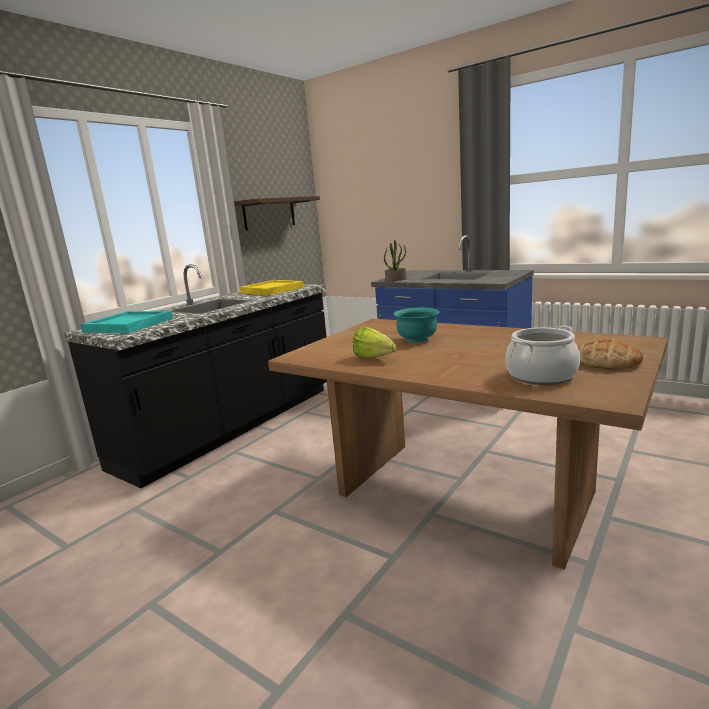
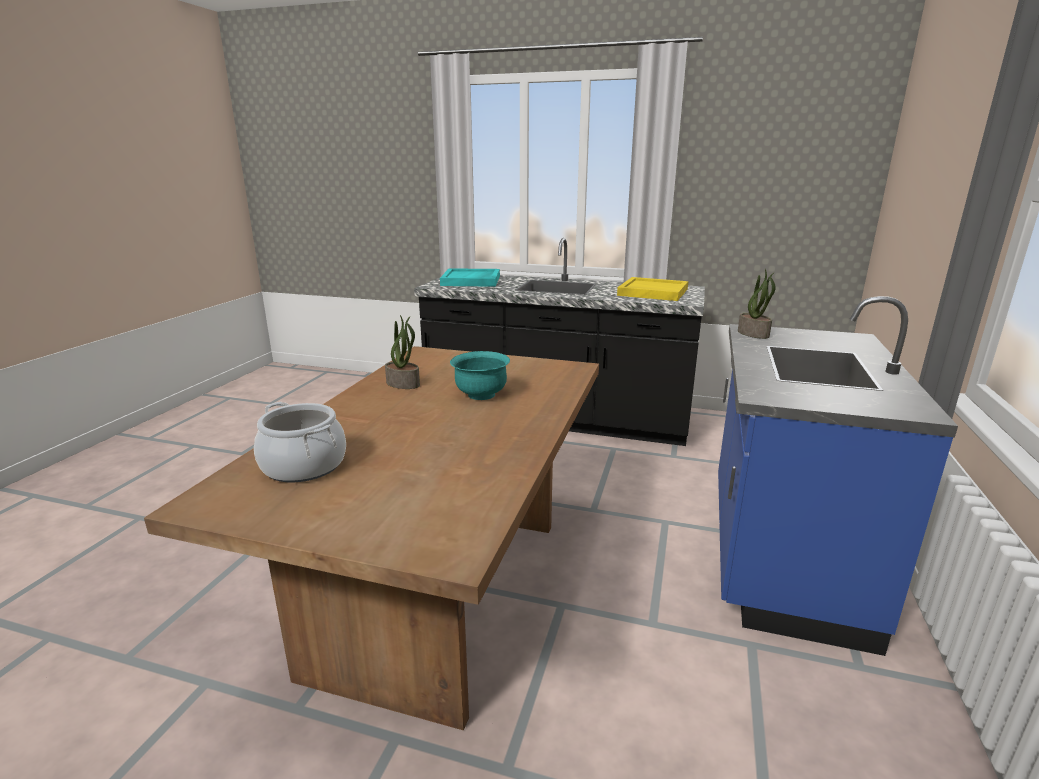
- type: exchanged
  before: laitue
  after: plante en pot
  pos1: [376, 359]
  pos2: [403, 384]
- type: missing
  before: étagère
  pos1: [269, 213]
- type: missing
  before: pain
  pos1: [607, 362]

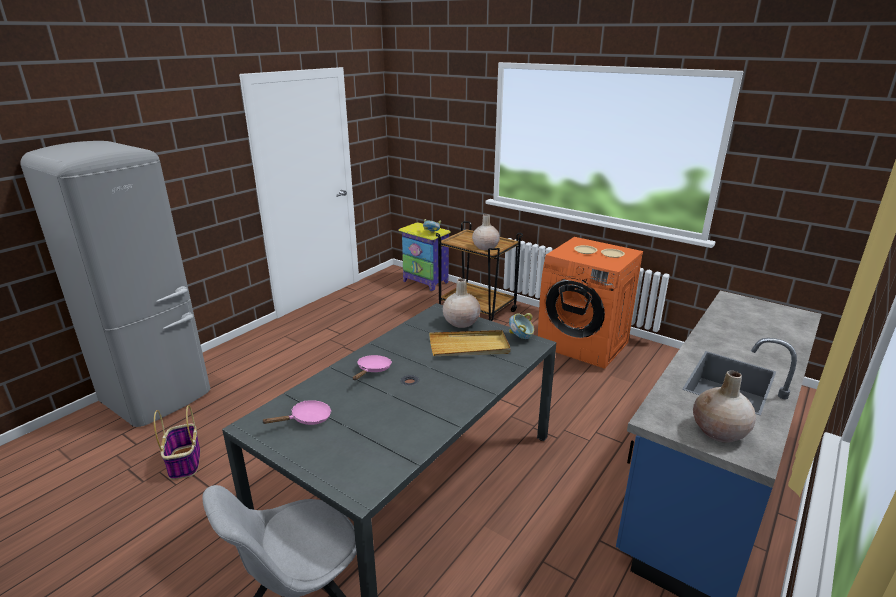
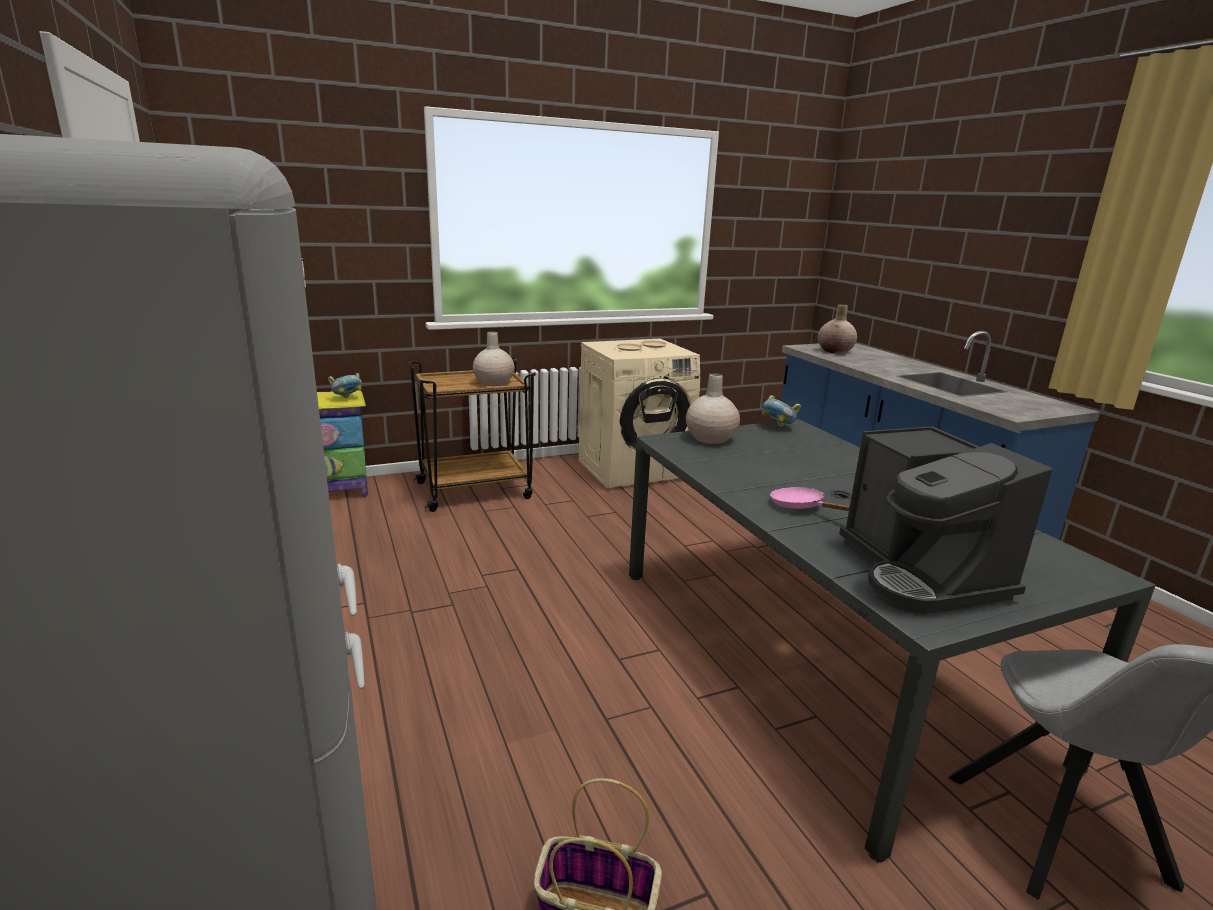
- type: colour
  before: lave-linge (orange)
  after: lave-linge (beige)
  pos1: [583, 346]
  pos2: [633, 471]
- type: relocated
  before: vase (beige)
  pos1: [719, 432]
  pos2: [835, 351]
- type: exchanged
  before: poêle (rose)
  after: machine à café
  pos1: [307, 419]
  pos2: [920, 574]
- type: missing
  before: plateau (beige)
  pos1: [469, 347]

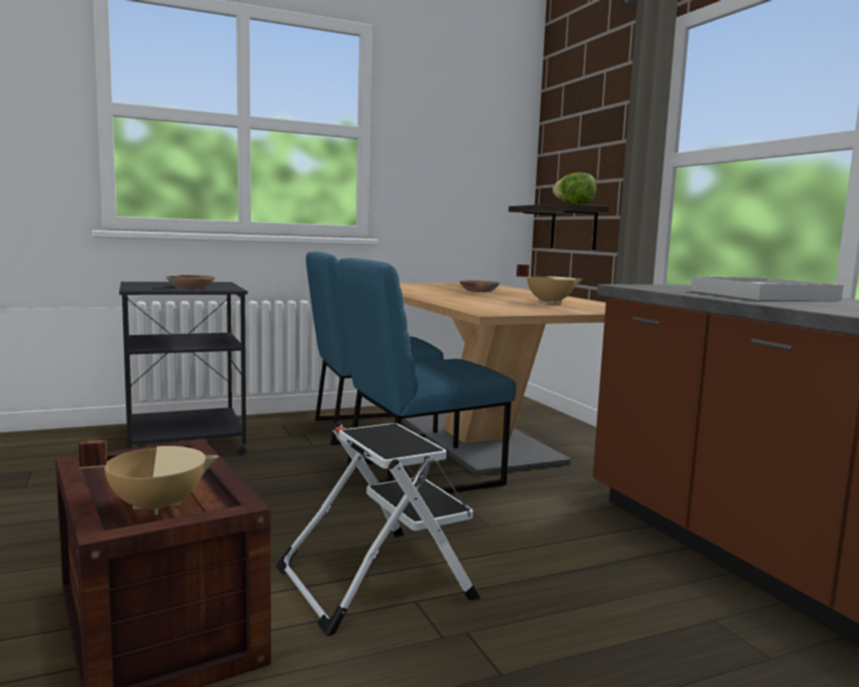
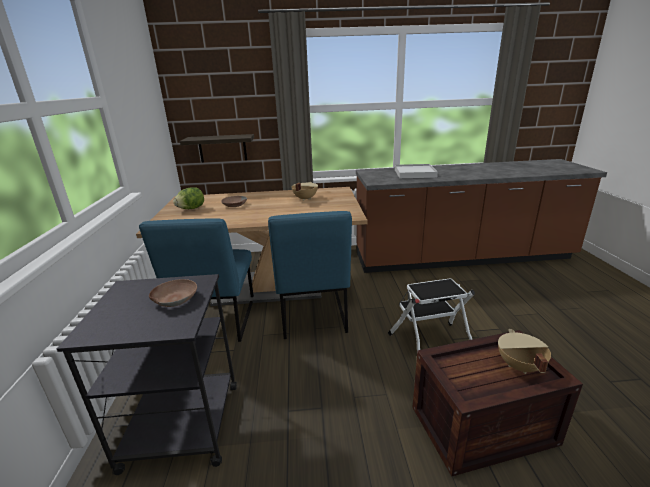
- type: relocated
  before: laitue
  pos1: [574, 204]
  pos2: [191, 209]

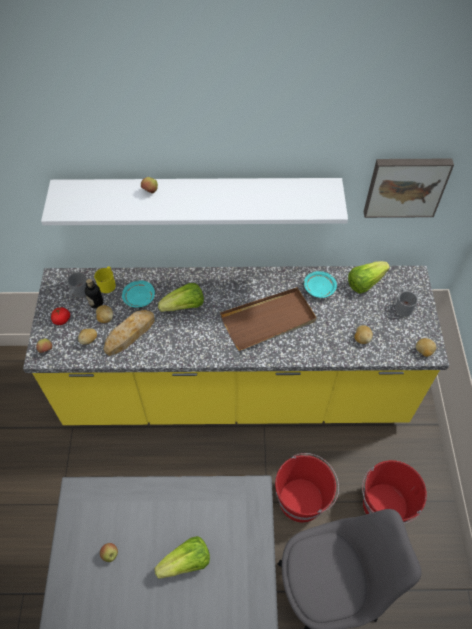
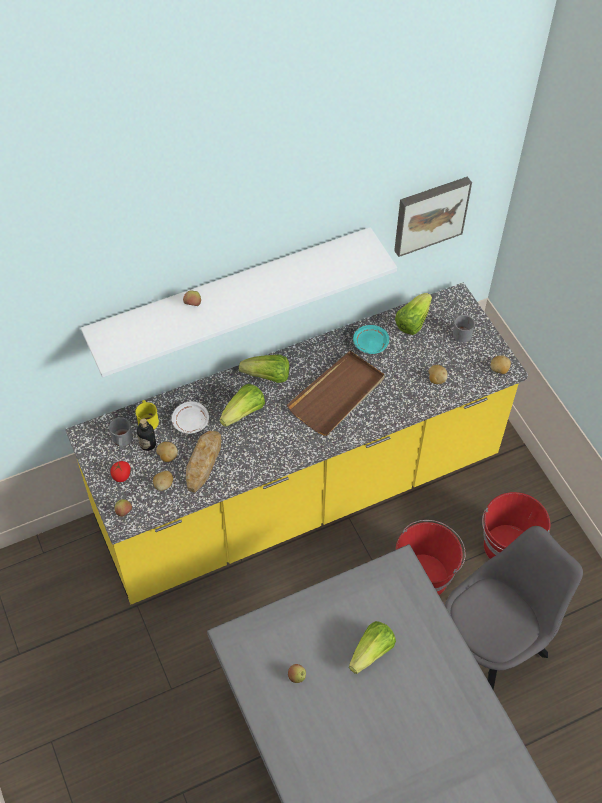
- type: colour
  before: assiette (turquoise)
  after: assiette (blanc)
  pos1: [139, 298]
  pos2: [190, 422]
- type: appeared
  after: laitue
  pos2: [267, 376]

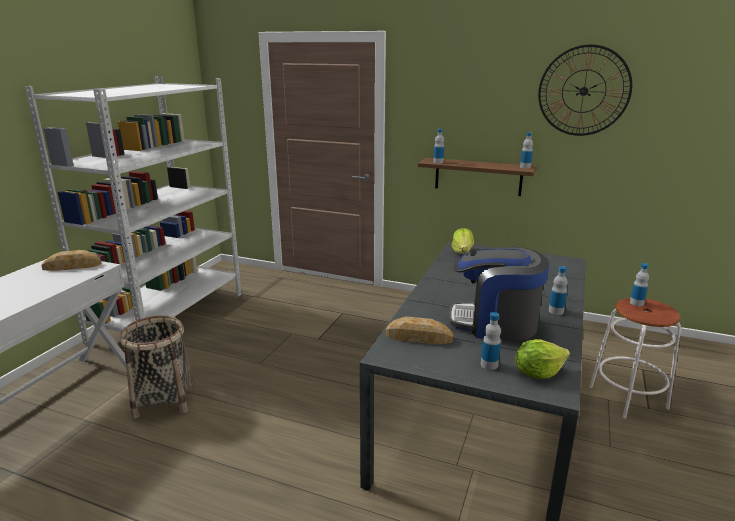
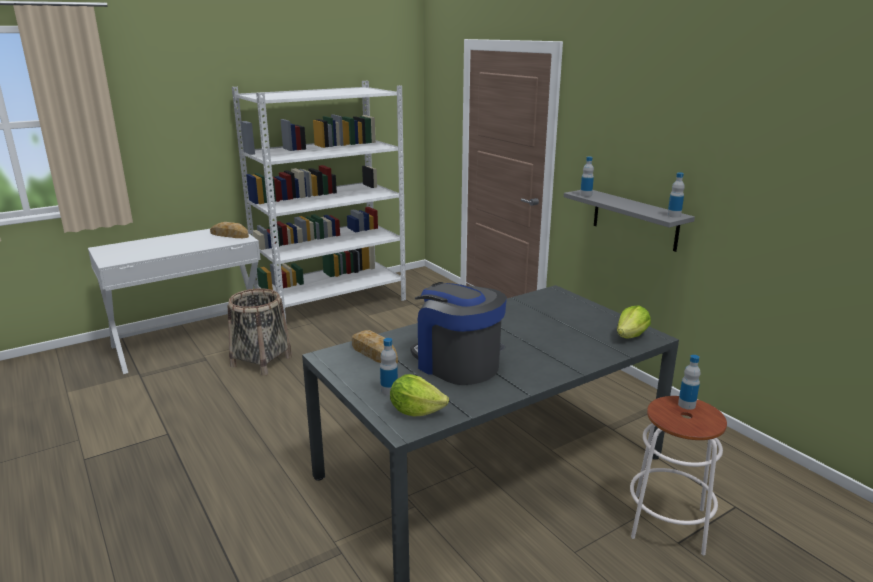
- type: colour
  before: étagère (marron)
  after: étagère (gris)
  pos1: [478, 176]
  pos2: [635, 219]
- type: relocated
  before: laitue
  pos1: [462, 252]
  pos2: [631, 336]
- type: missing
  before: horloge murale
  pos1: [583, 91]
- type: missing
  before: bouteille
  pos1: [556, 311]

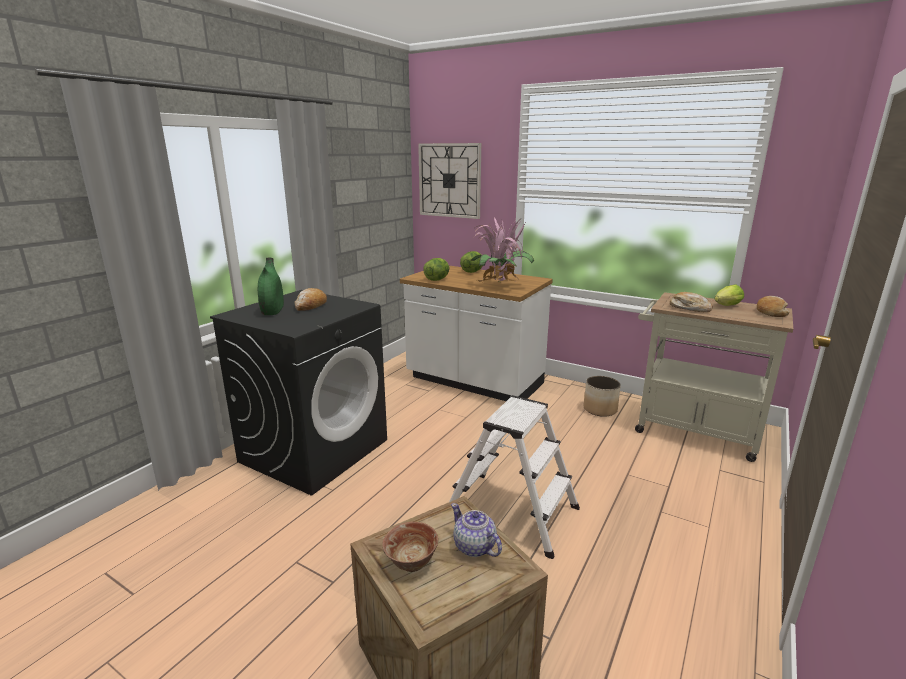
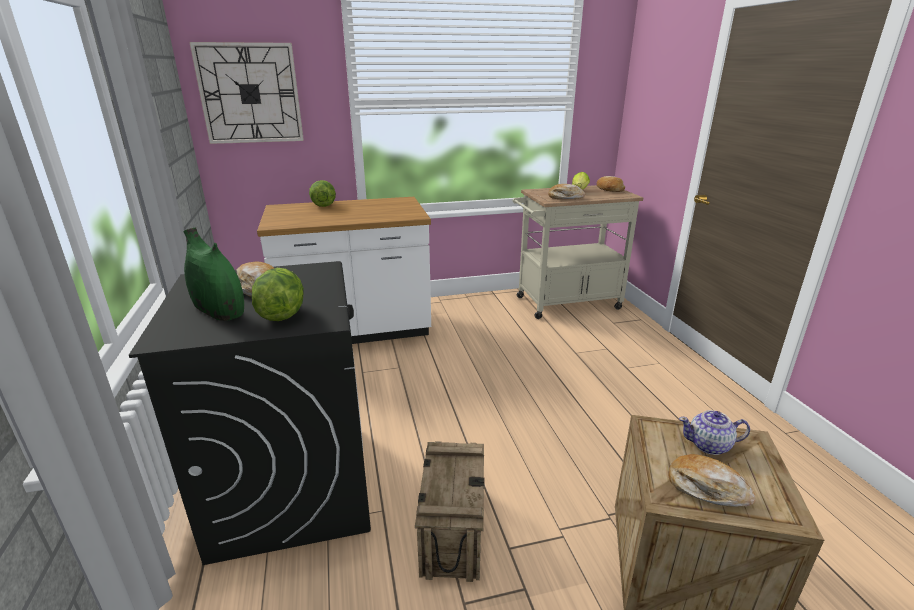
- type: relocated
  before: laitue
  pos1: [437, 279]
  pos2: [281, 314]
- type: appeared
  after: caisse
  pos2: [452, 528]
- type: exchanged
  before: bol
  after: pain
  pos1: [411, 563]
  pos2: [706, 488]
- type: missing
  before: escabeau (blanc)
  pos1: [511, 512]
- type: missing
  before: plante en pot
  pos1: [500, 287]
- type: missing
  before: cache-pot
  pos1: [600, 409]

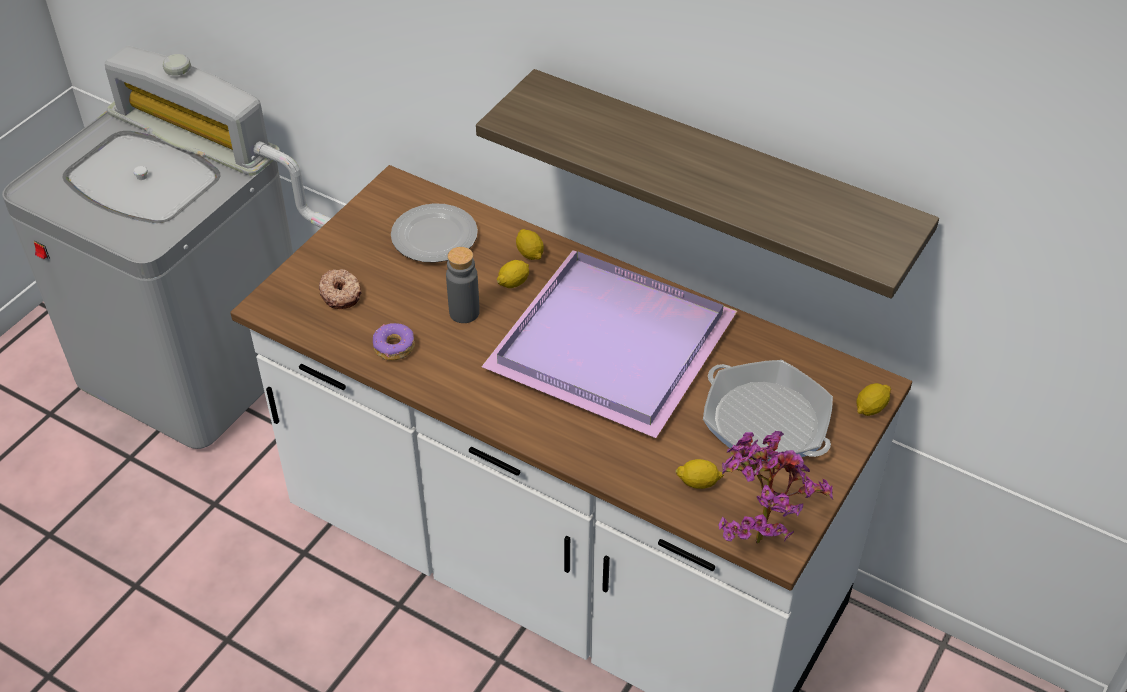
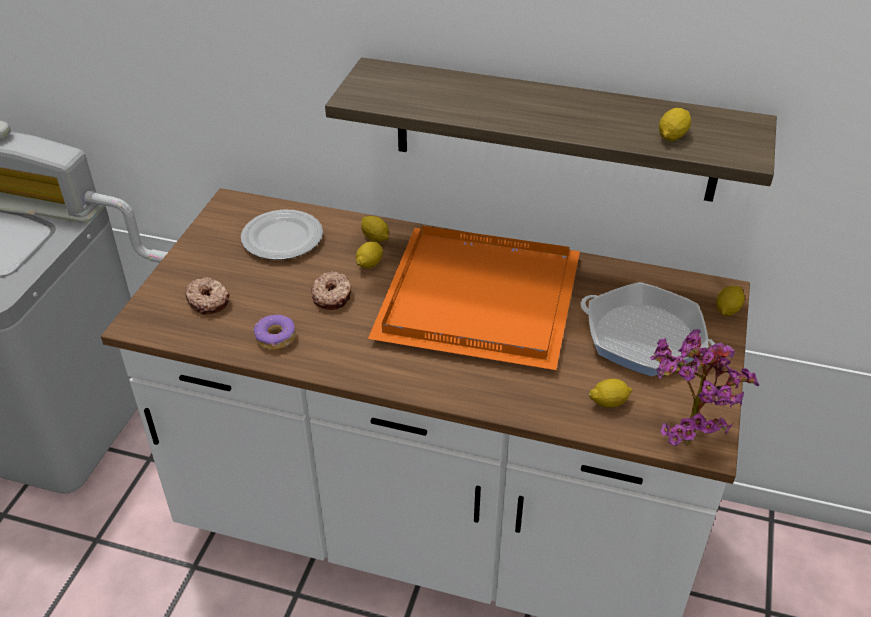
- type: exchanged
  before: bouteille (gris)
  after: beignet
  pos1: [464, 312]
  pos2: [332, 296]
- type: colour
  before: plateau (violet)
  after: plateau (orange)
  pos1: [616, 343]
  pos2: [483, 297]
- type: appeared
  after: citron
  pos2: [672, 136]

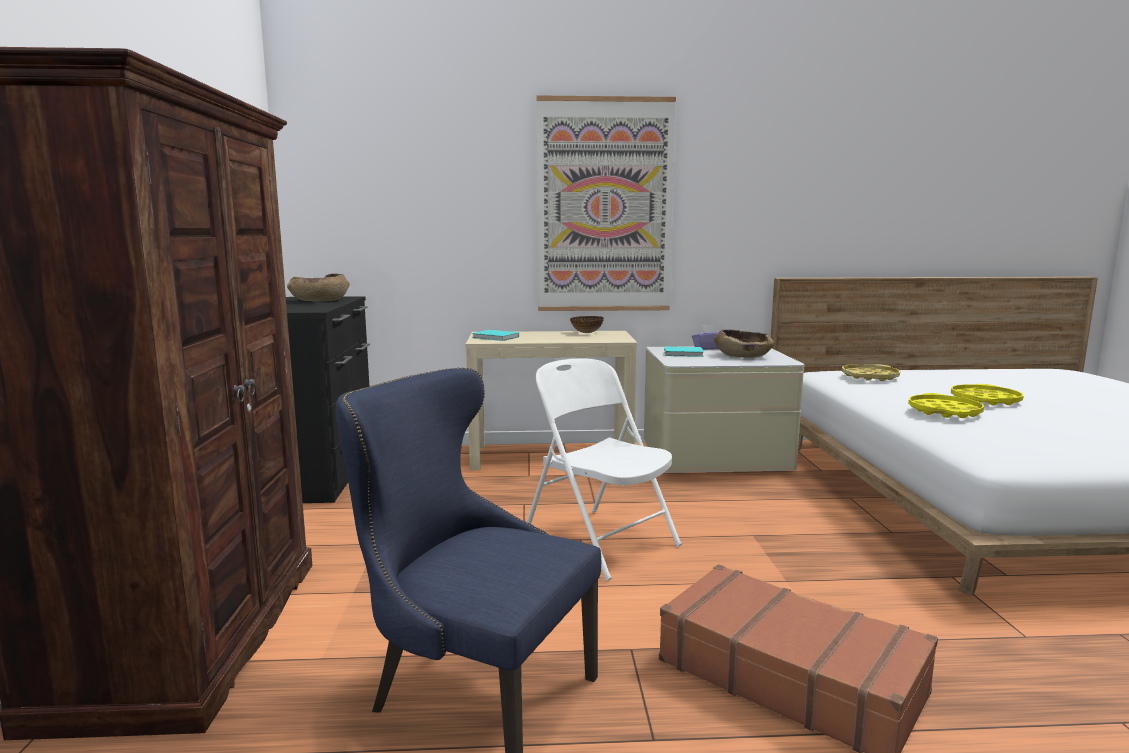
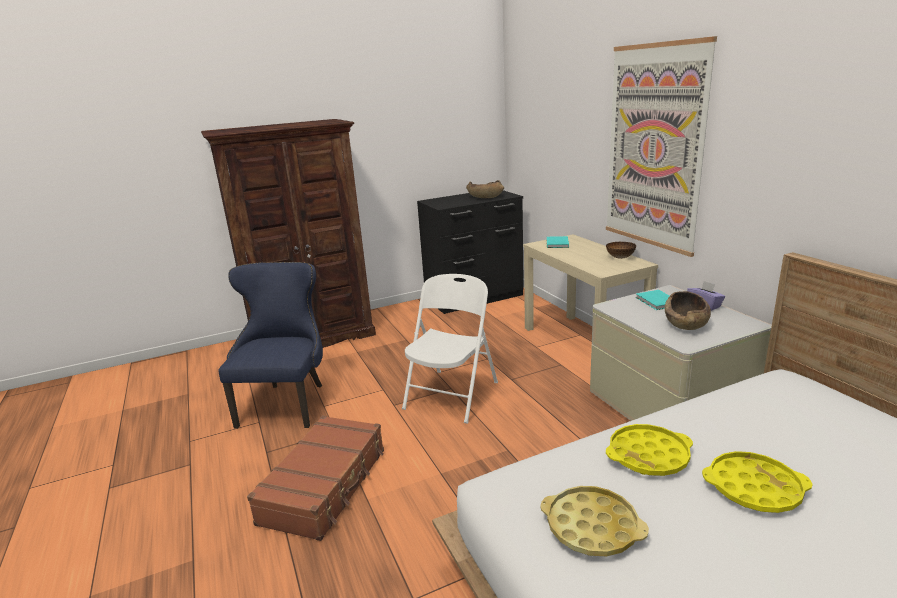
- type: relocated
  before: plateau (jaune)
  pos1: [869, 377]
  pos2: [592, 526]

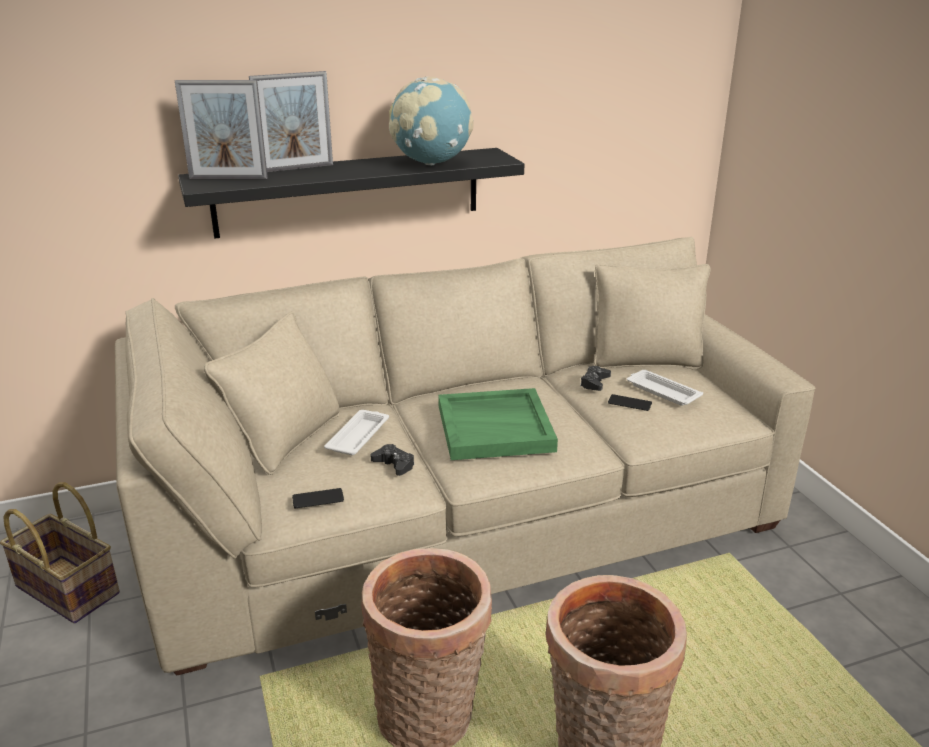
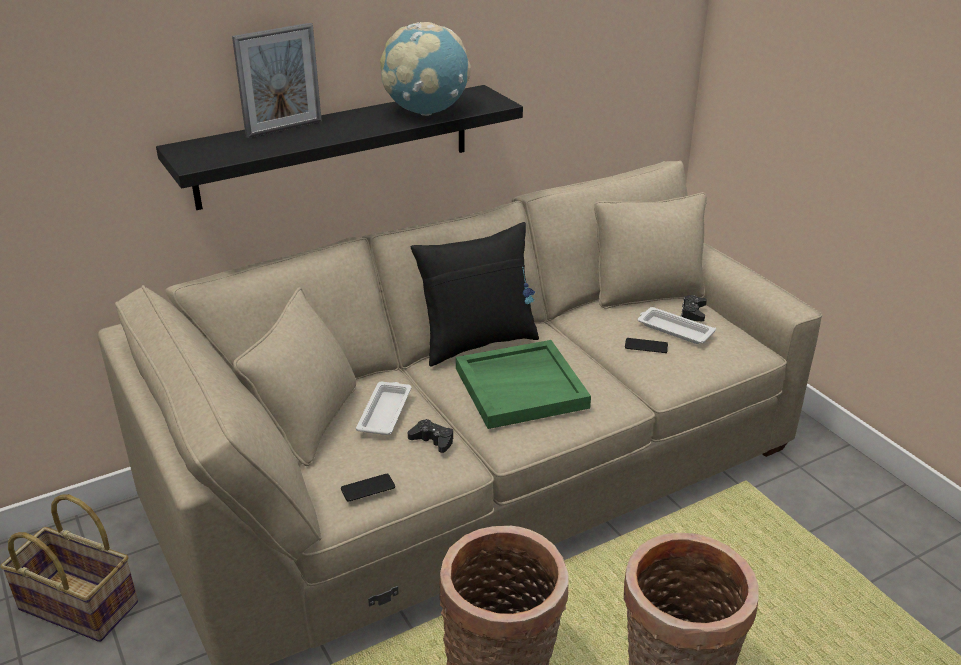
- type: appeared
  after: coussin (noir)
  pos2: [477, 344]
- type: relocated
  before: manette (noir)
  pos1: [594, 382]
  pos2: [693, 312]
- type: missing
  before: cadre photo
  pos1: [228, 178]

